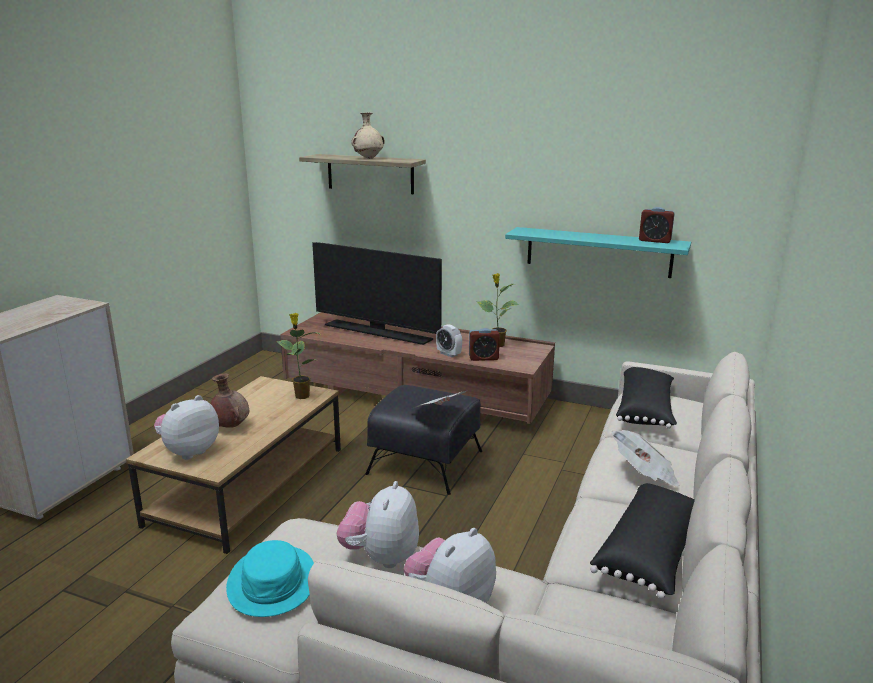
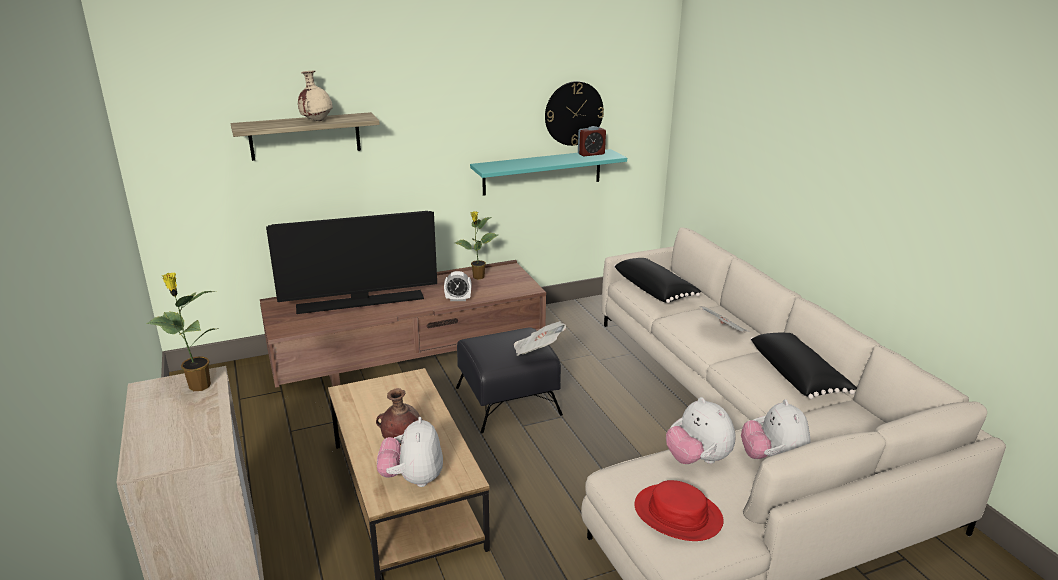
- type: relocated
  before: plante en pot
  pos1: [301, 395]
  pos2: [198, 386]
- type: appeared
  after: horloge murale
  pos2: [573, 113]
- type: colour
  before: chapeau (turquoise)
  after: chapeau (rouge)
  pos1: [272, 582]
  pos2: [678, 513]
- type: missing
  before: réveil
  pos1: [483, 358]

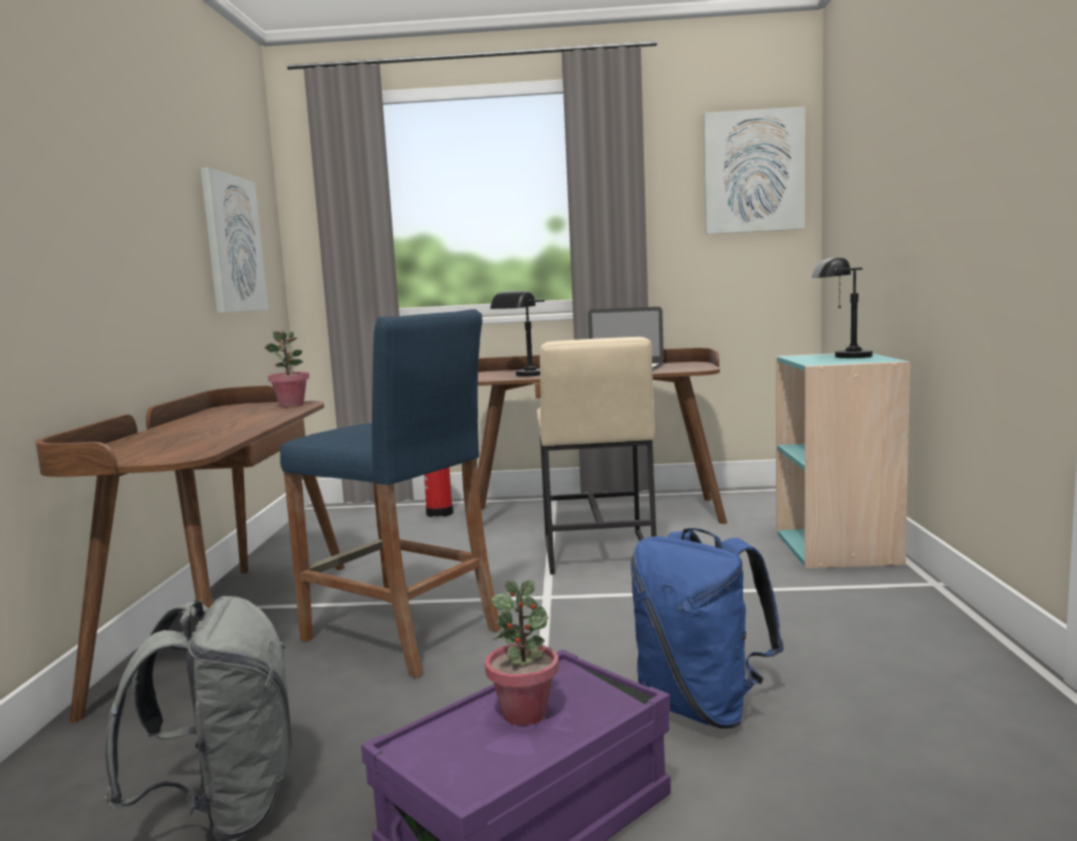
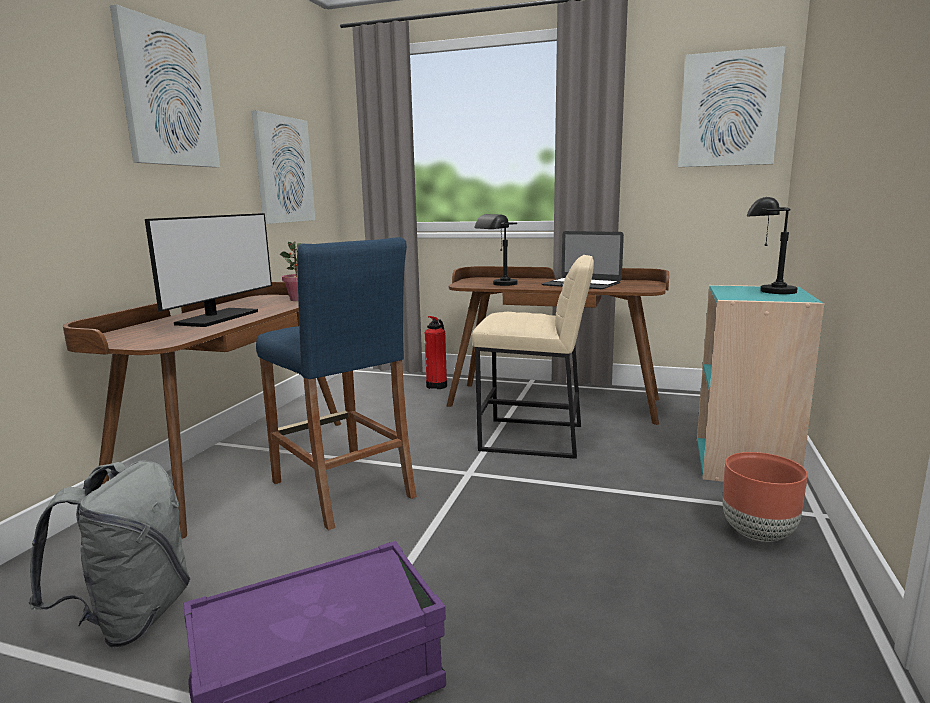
- type: appeared
  after: tableau
  pos2: [167, 95]
- type: appeared
  after: écran d'ordinateur
  pos2: [218, 318]
- type: spun
  before: chaise (beige)
  pos1: [597, 553]
  pos2: [534, 438]
  turn: -90
- type: appeared
  after: cache-pot (marron)
  pos2: [758, 534]
- type: missing
  before: plante en pot
  pos1: [525, 713]
- type: missing
  before: sac à dos (bleu)
  pos1: [701, 707]

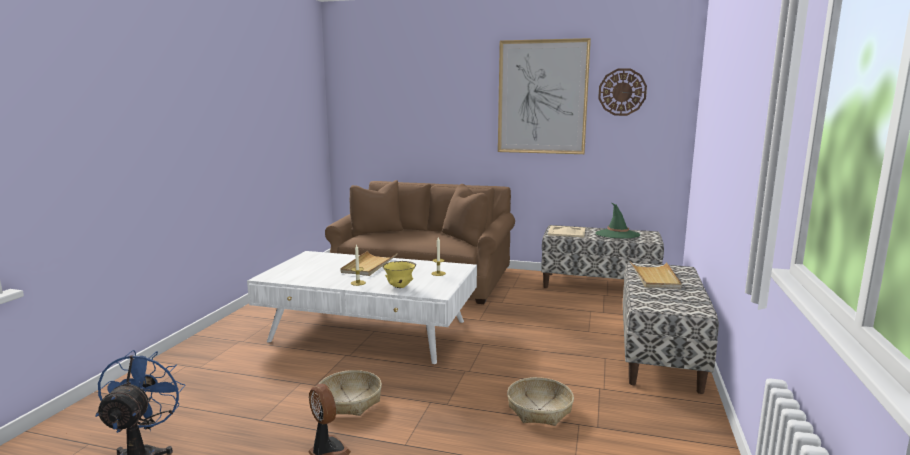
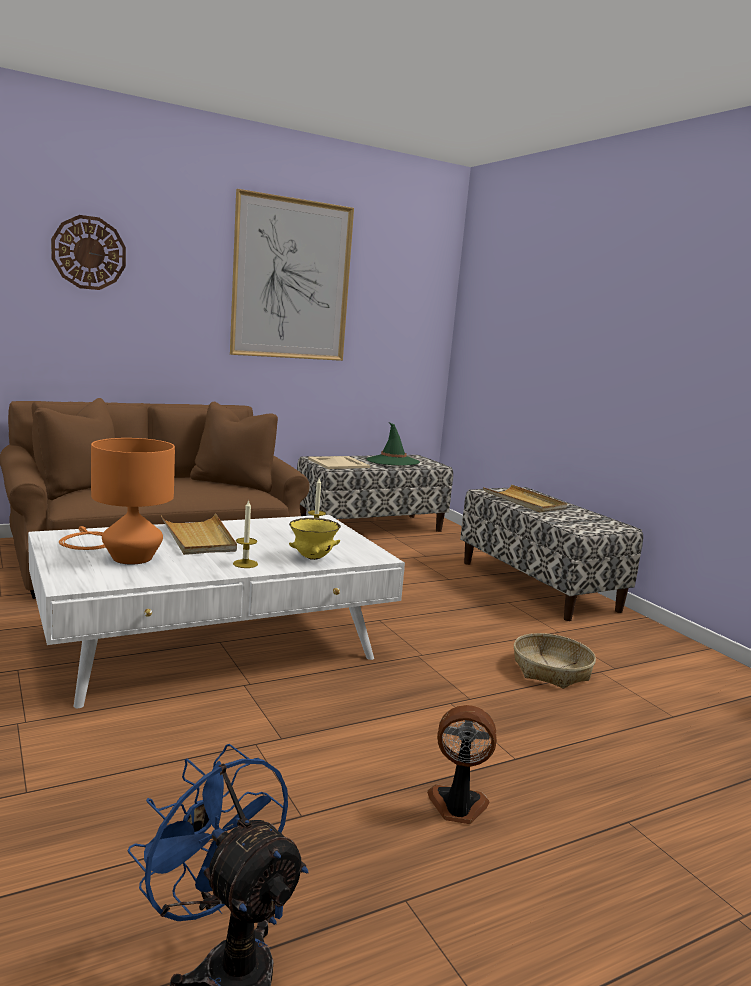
- type: relocated
  before: horloge murale
  pos1: [622, 92]
  pos2: [89, 253]
- type: appeared
  after: lampe de table (orange)
  pos2: [115, 551]
- type: missing
  before: panier
  pos1: [350, 401]

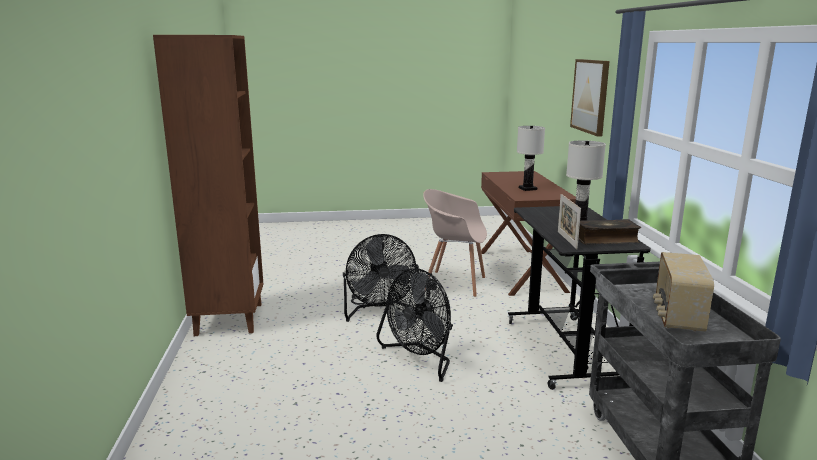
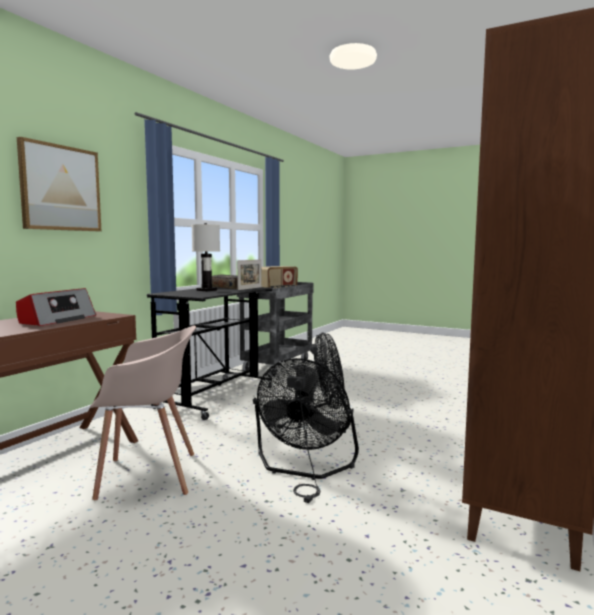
- type: exchanged
  before: lampe de table (blanc)
  after: radio
  pos1: [528, 189]
  pos2: [57, 320]
- type: spun
  before: chaise (beige)
  pos1: [453, 284]
  pos2: [150, 476]
  turn: -60

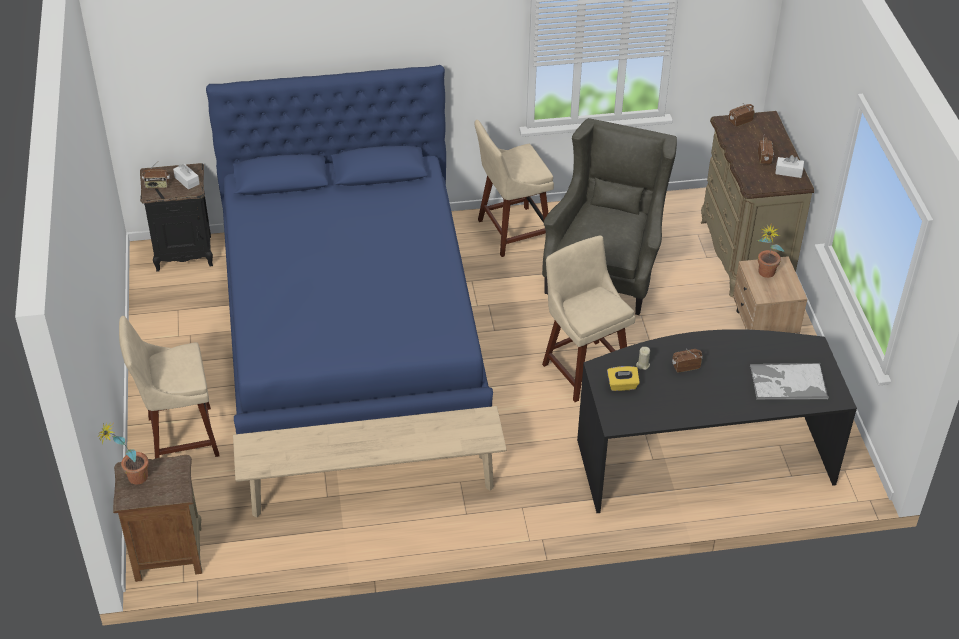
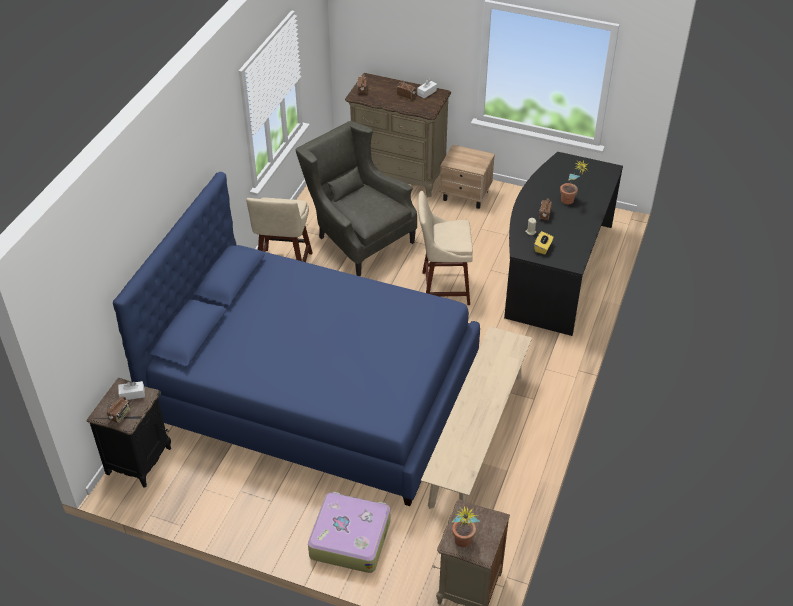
- type: exchanged
  before: chaise (beige)
  after: valise
  pos1: [178, 437]
  pos2: [350, 538]
- type: relocated
  before: plante en pot
  pos1: [764, 275]
  pos2: [569, 202]
- type: missing
  before: plateau
  pos1: [787, 382]

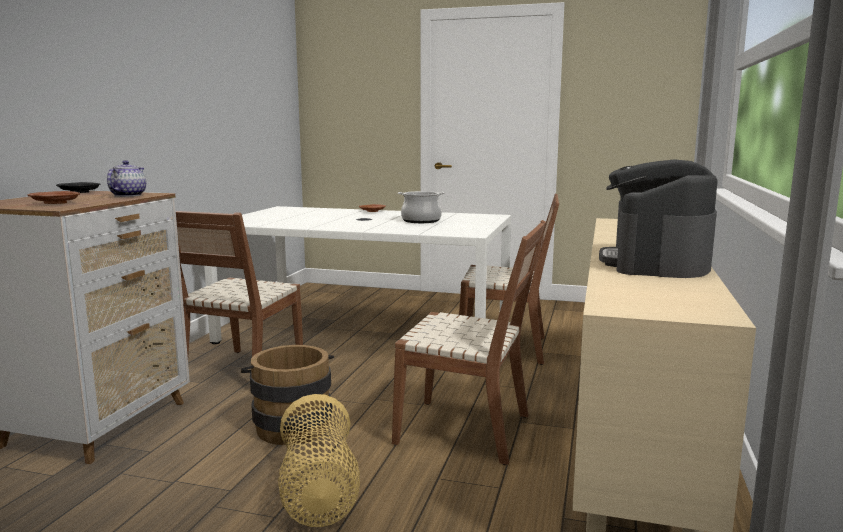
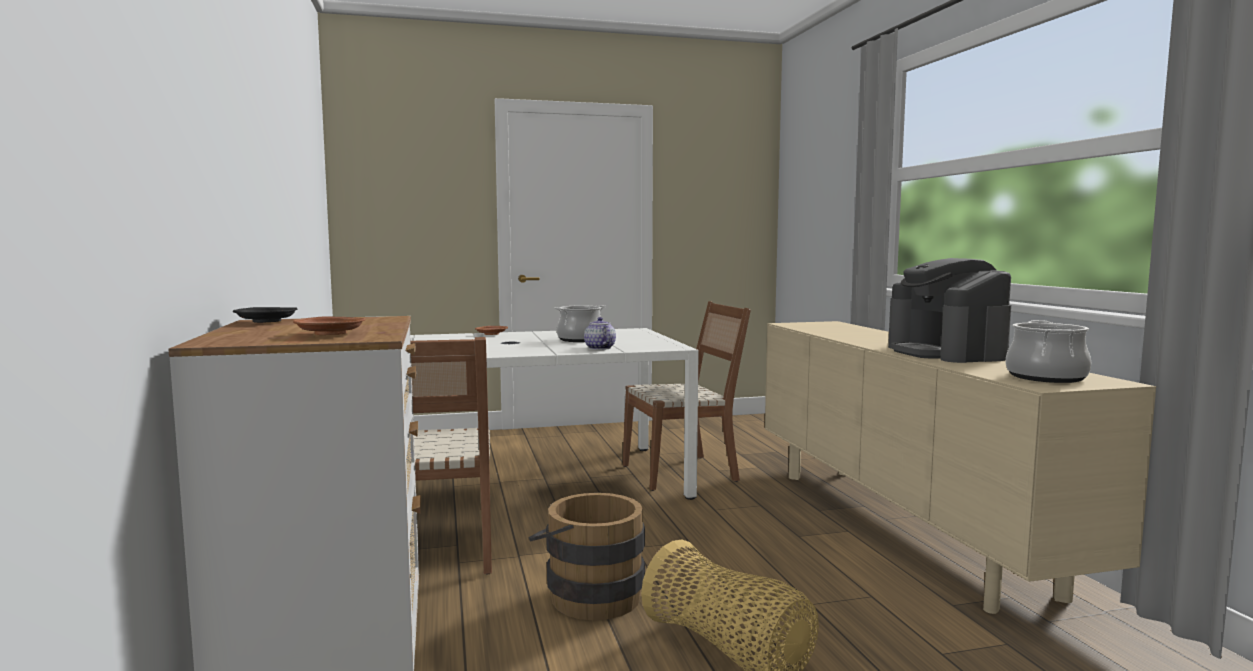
- type: relocated
  before: théière
  pos1: [128, 195]
  pos2: [599, 348]
- type: appeared
  after: marmite
  pos2: [1046, 377]
- type: missing
  before: chaise
  pos1: [469, 432]

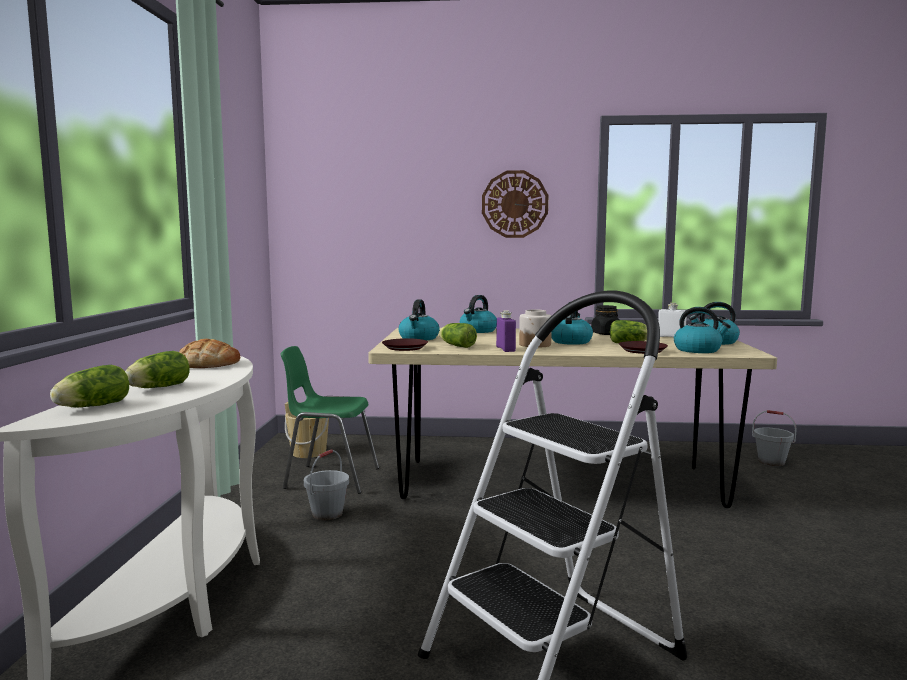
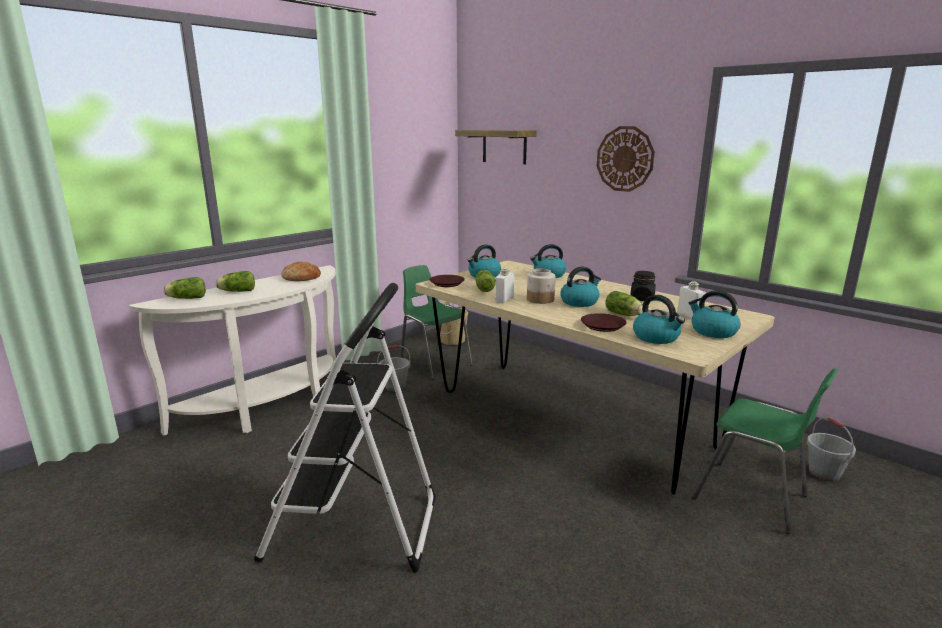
- type: appeared
  after: étagère
  pos2: [504, 146]
- type: colour
  before: bouteille (violet)
  after: bouteille (blanc)
  pos1: [505, 349]
  pos2: [504, 300]
- type: appeared
  after: chaise (vert)
  pos2: [753, 498]

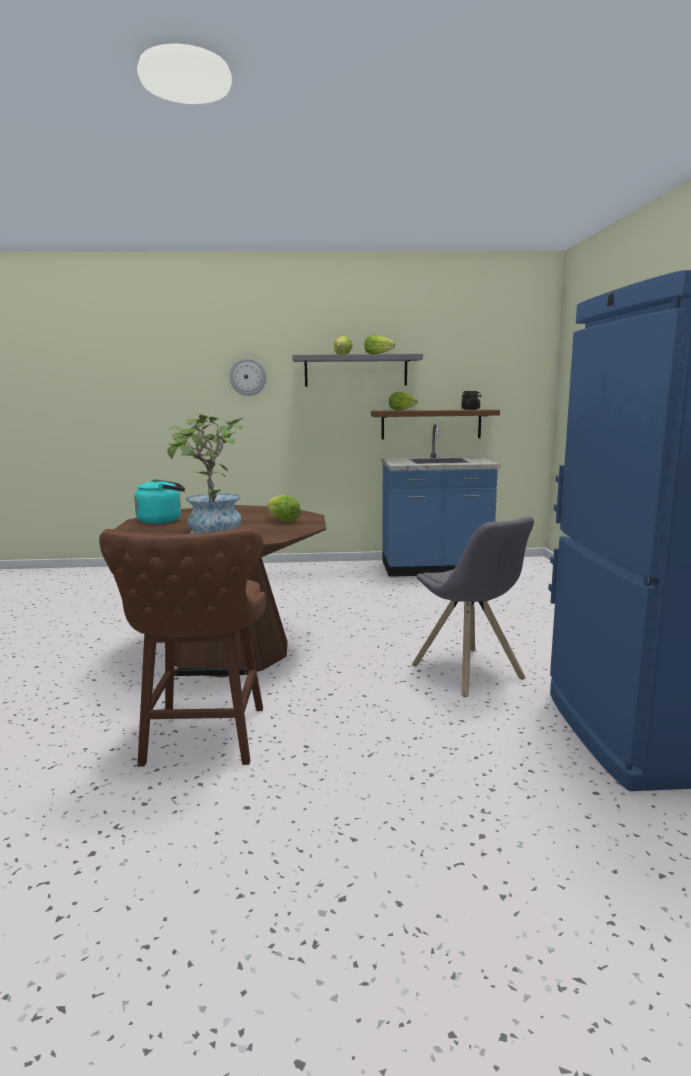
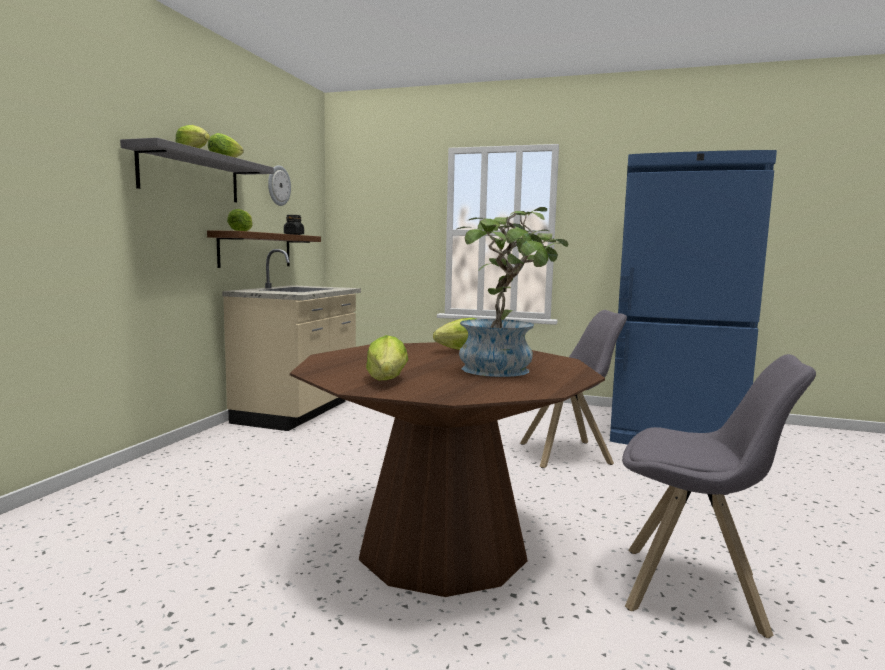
- type: colour
  before: comptoir de cuisine (bleu)
  after: comptoir de cuisine (beige)
  pos1: [435, 569]
  pos2: [298, 412]
- type: relocated
  before: horloge murale
  pos1: [248, 377]
  pos2: [278, 185]
- type: exchanged
  before: bouilloire (turquoise)
  after: laitue
  pos1: [162, 520]
  pos2: [387, 381]
- type: exchanged
  before: tabouret (marron)
  after: chaise (gris)
  pos1: [203, 739]
  pos2: [693, 590]

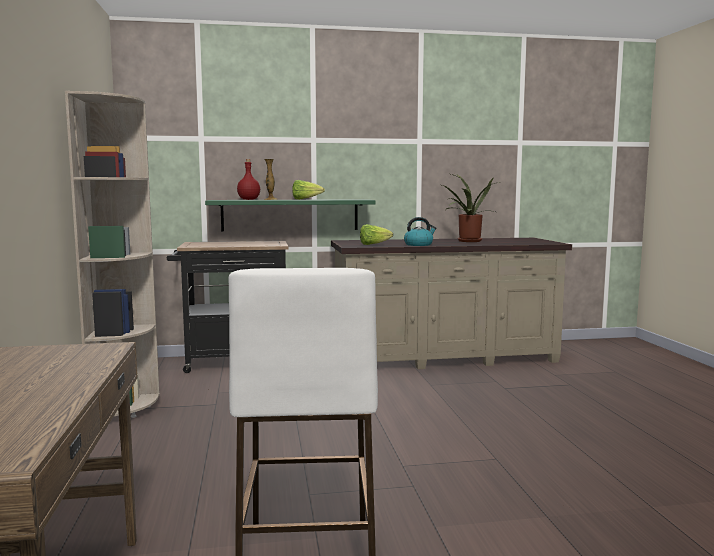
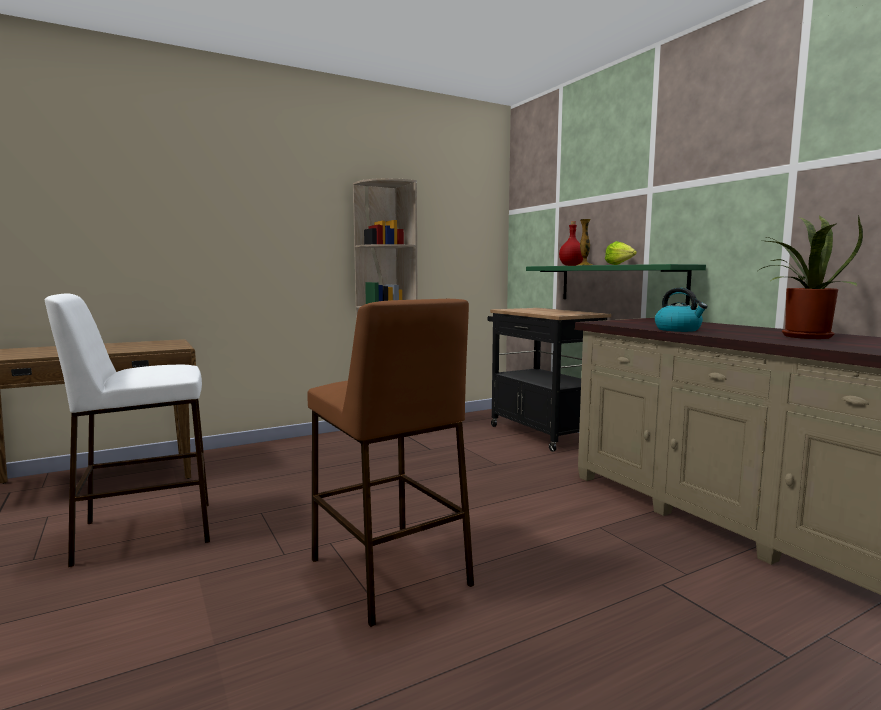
- type: appeared
  after: tabouret (marron)
  pos2: [390, 573]
- type: missing
  before: laitue
  pos1: [373, 244]

